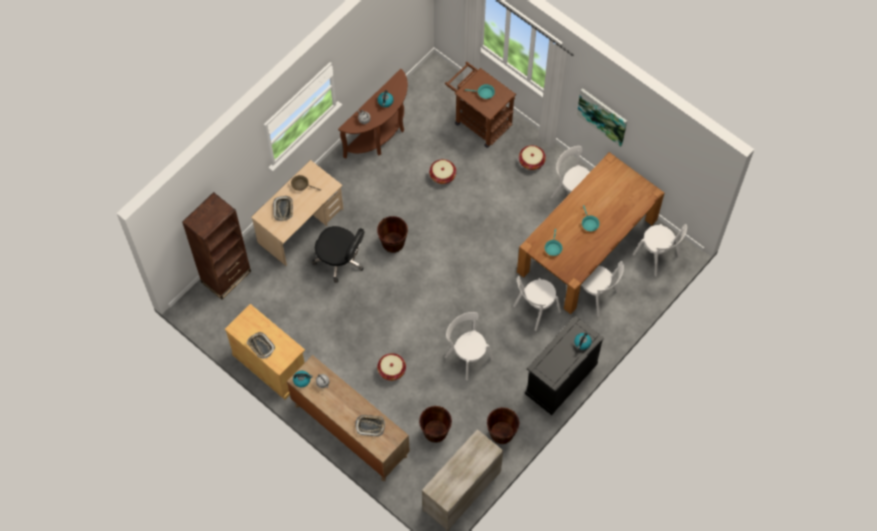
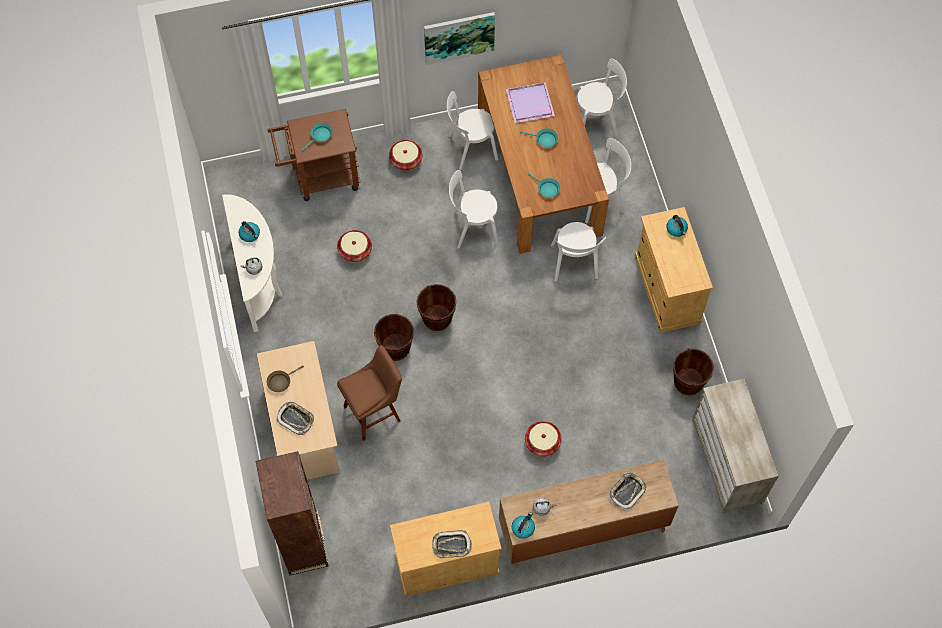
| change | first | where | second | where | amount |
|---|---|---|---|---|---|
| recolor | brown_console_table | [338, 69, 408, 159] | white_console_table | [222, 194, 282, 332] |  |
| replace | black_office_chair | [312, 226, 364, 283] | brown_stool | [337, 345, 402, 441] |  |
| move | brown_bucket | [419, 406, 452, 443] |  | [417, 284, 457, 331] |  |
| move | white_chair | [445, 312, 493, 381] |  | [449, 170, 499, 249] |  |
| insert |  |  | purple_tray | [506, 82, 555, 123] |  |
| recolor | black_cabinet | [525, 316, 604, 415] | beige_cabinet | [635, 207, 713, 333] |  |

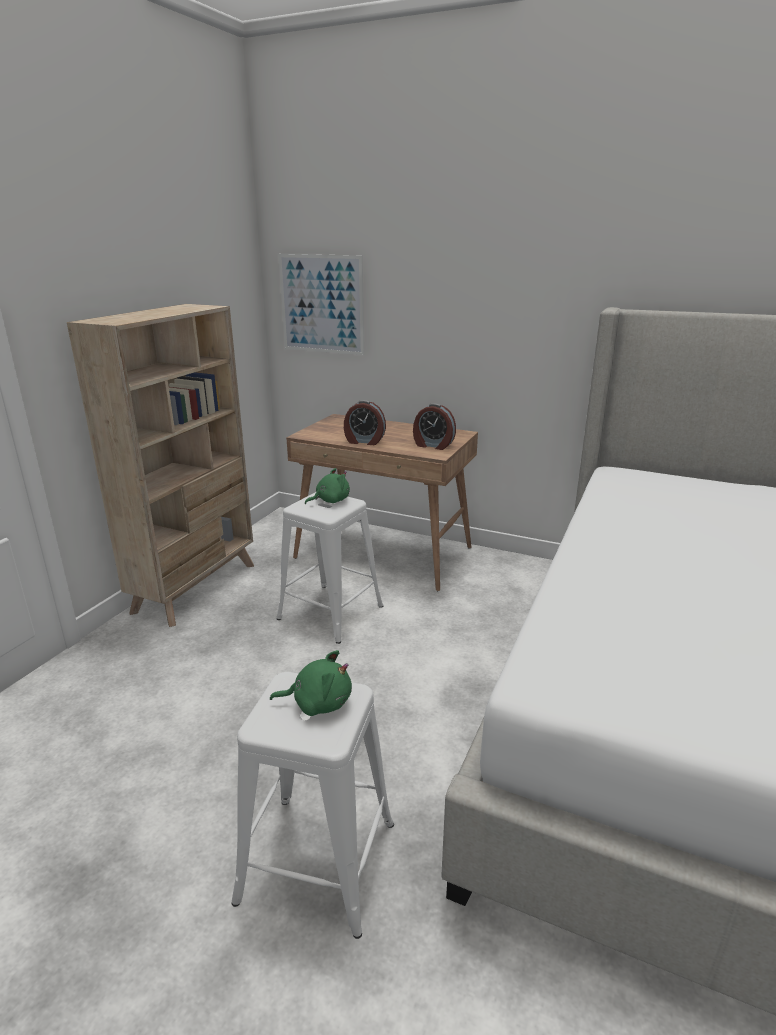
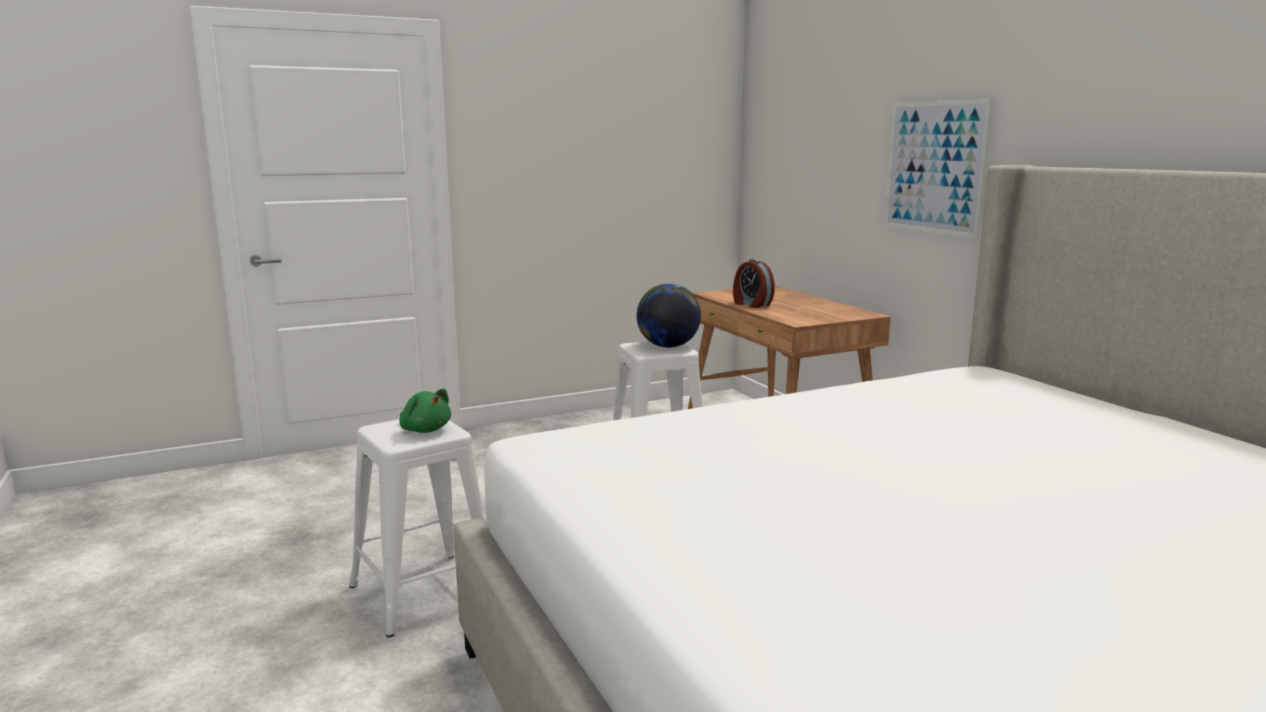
| change | first | where | second | where | amount |
|---|---|---|---|---|---|
| replace | green_plush_toy | [305, 468, 350, 504] | globe | [637, 284, 701, 348] |  |
| move | picture | [278, 254, 364, 355] |  | [884, 98, 993, 238] |  |
| delete | beige_bookcase | [67, 304, 254, 627] |  |  |  |
| delete | alarm_clock | [413, 404, 456, 450] |  |  |  |

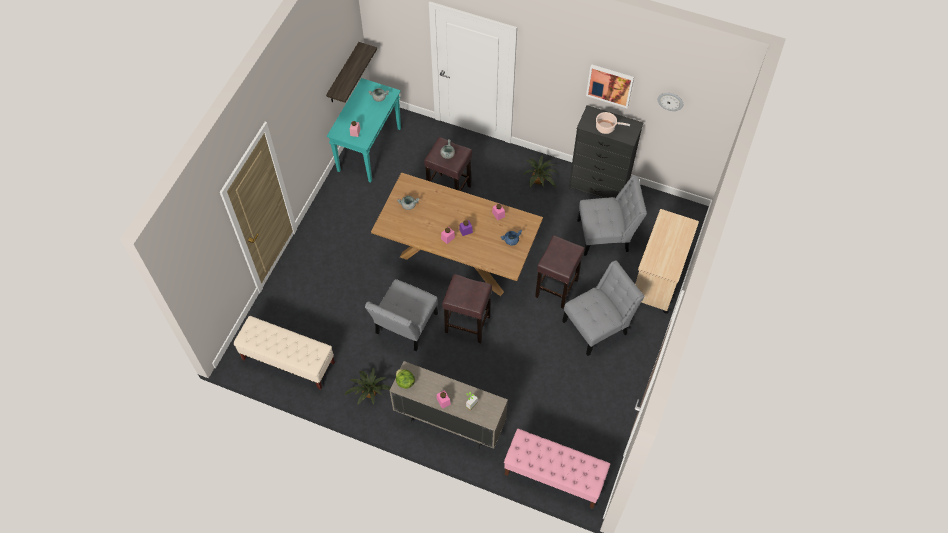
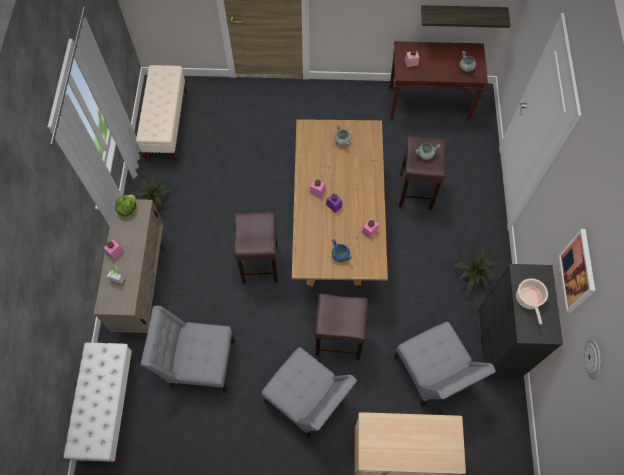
| change | first | where | second | where | amount |
|---|---|---|---|---|---|
| recolor | pink_bench | [504, 429, 610, 509] | white_bench | [63, 343, 136, 464] |  |
| move | grey_chair | [365, 279, 438, 352] |  | [141, 306, 235, 393] |  |
| recolor | turquoise_console_table | [327, 78, 401, 183] | brown_console_table | [390, 41, 488, 121] |  |

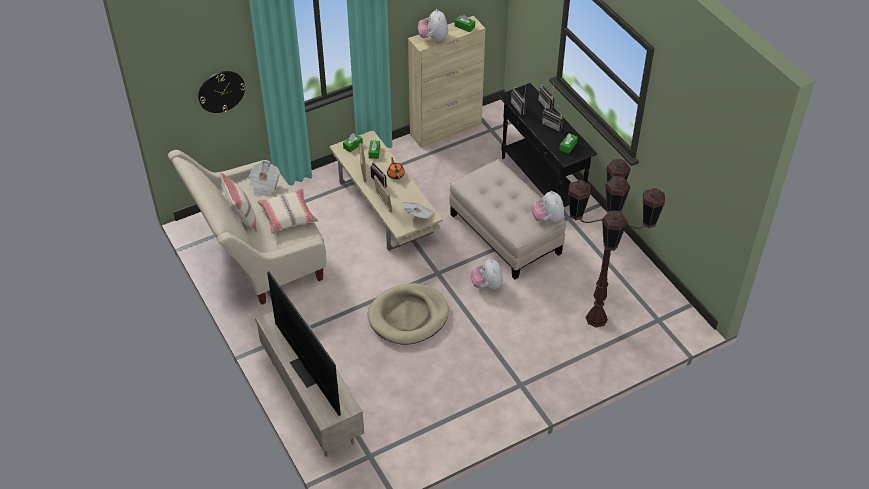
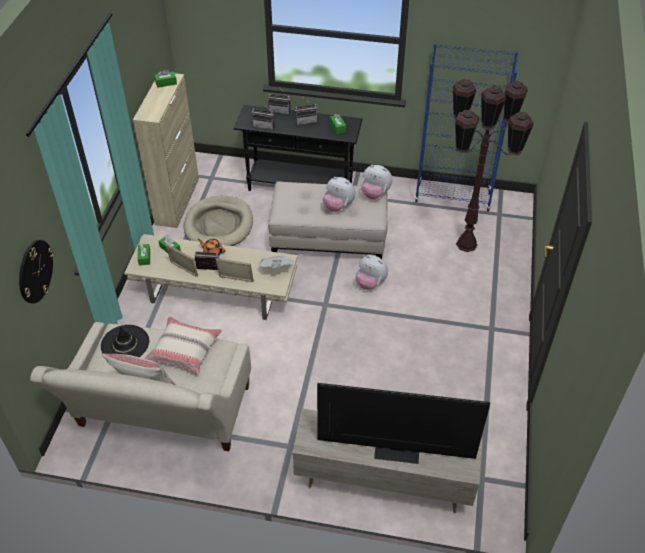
| change | first | where | second | where | amount |
|---|---|---|---|---|---|
| replace | newspaper | [248, 160, 280, 197] | black_hat | [101, 325, 149, 357] |  |
| move | beige_dog_bed | [368, 283, 449, 344] |  | [184, 196, 253, 246] |  |
| move | plush_toy | [418, 9, 448, 41] |  | [323, 177, 355, 212] |  |
| insert |  |  | blue_bookcase | [414, 43, 518, 212] |  |

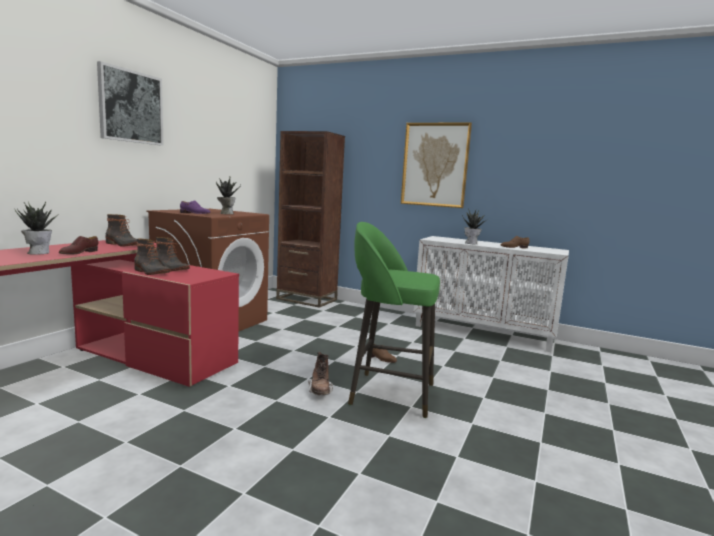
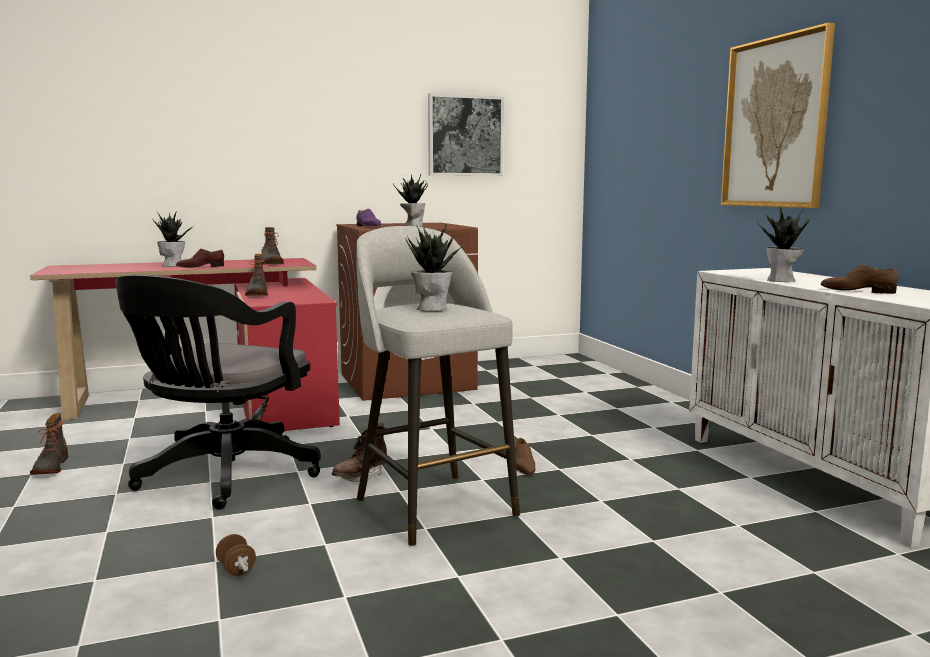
| change | first | where | second | where | amount |
|---|---|---|---|---|---|
| move | boot | [155, 237, 190, 271] |  | [30, 413, 68, 475] |  |
| insert |  |  | black_office_chair | [115, 275, 321, 510] |  |
| insert |  |  | brown_dumbbell | [216, 534, 256, 576] |  |
| recolor | green_stool | [348, 222, 440, 418] | grey_stool | [356, 226, 520, 546] |  |
| insert |  |  | potted_plant | [405, 224, 463, 311] |  |
| move | picture | [97, 61, 164, 146] |  | [428, 93, 504, 176] |  |
| delete | brown_bookcase | [276, 131, 345, 308] |  |  |  |

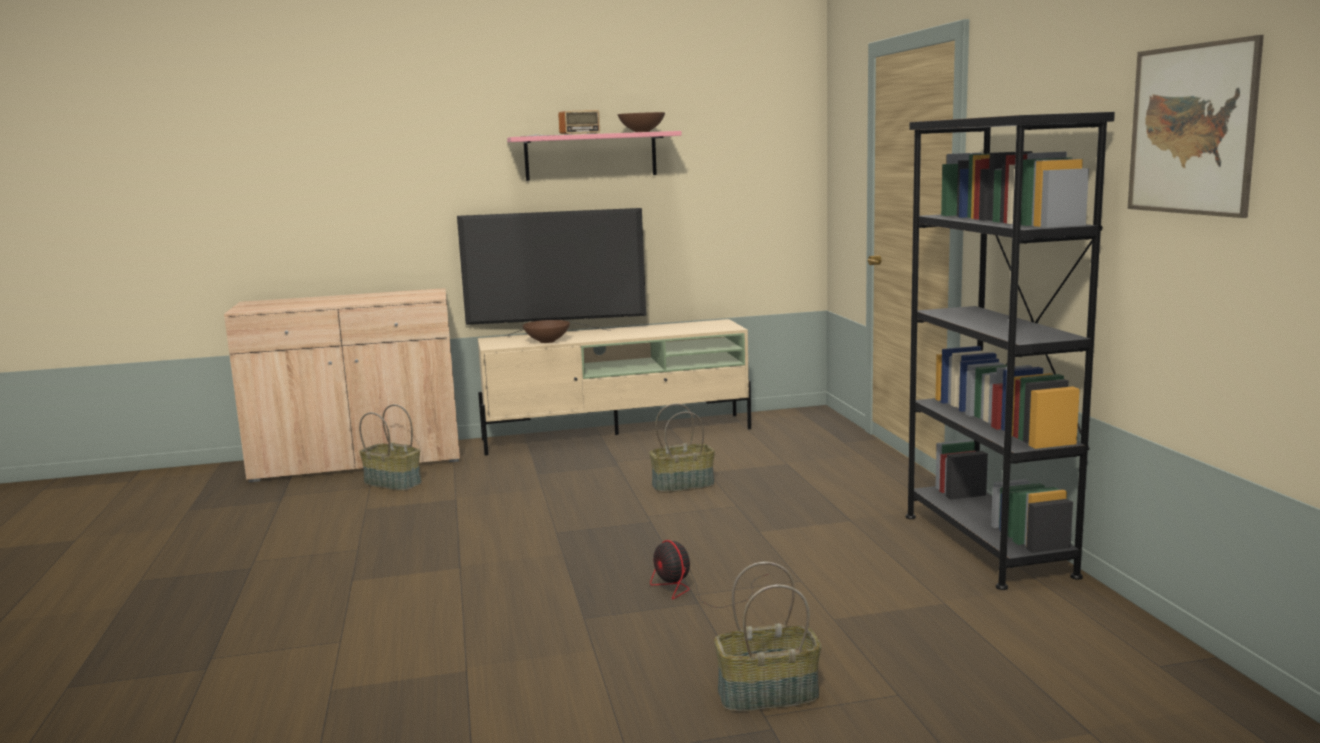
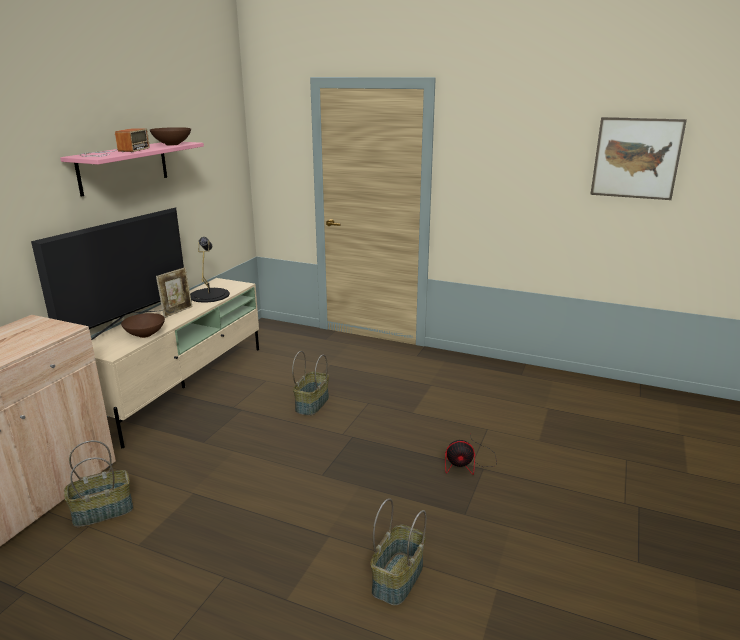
| change | first | where | second | where | amount |
|---|---|---|---|---|---|
| insert |  |  | picture_frame | [156, 267, 192, 318] |  |
| insert |  |  | black_table_lamp | [190, 237, 230, 303] |  |
| move | basket | [714, 562, 821, 712] |  | [370, 498, 427, 606] |  |
| delete | black_bookcase | [906, 112, 1115, 590] |  |  |  |

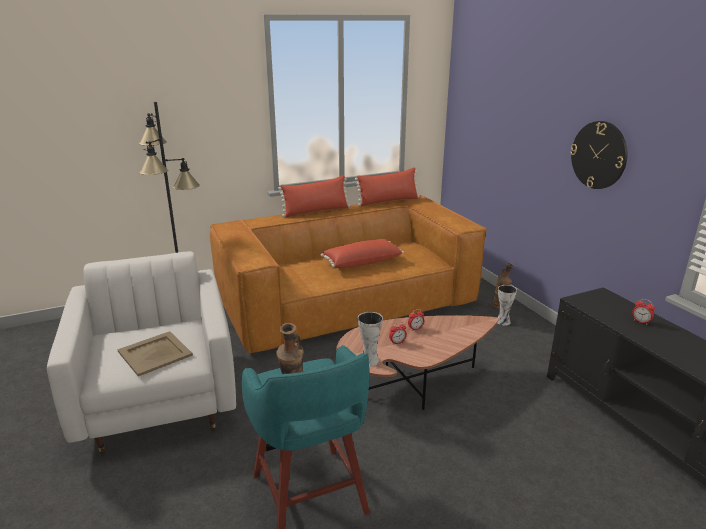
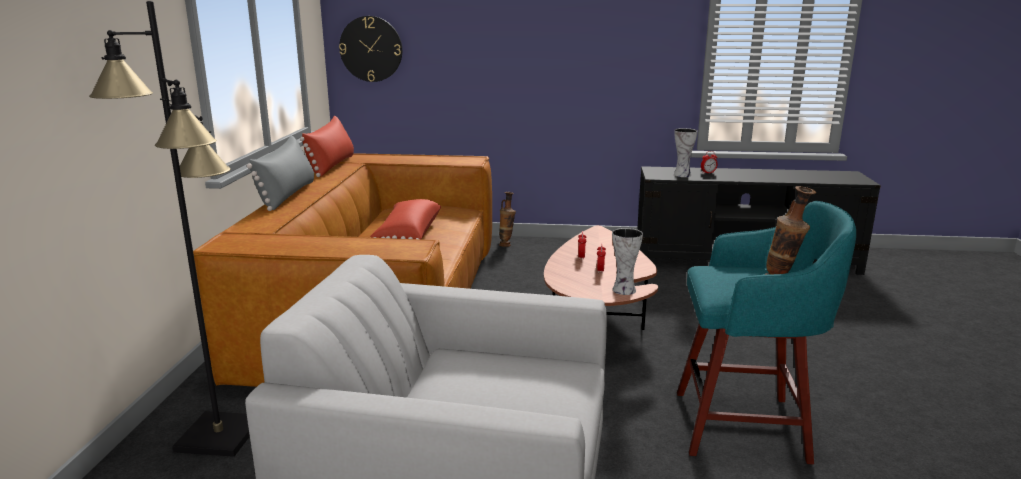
| change | first | where | second | where | amount |
|---|---|---|---|---|---|
| recolor | red_pillow | [278, 175, 350, 217] | grey_pillow | [247, 135, 314, 211] |  |
| move | wall_clock | [570, 121, 627, 189] |  | [339, 16, 402, 82] |  |
| move | vase | [498, 285, 517, 325] |  | [673, 128, 698, 177] |  |
| delete | beige_tray | [117, 331, 193, 377] |  |  |  |

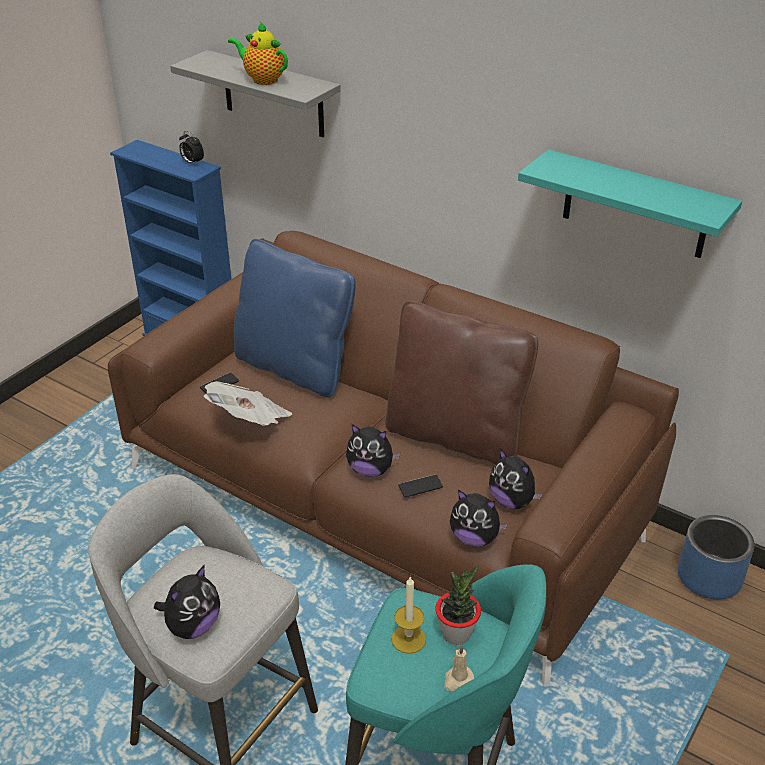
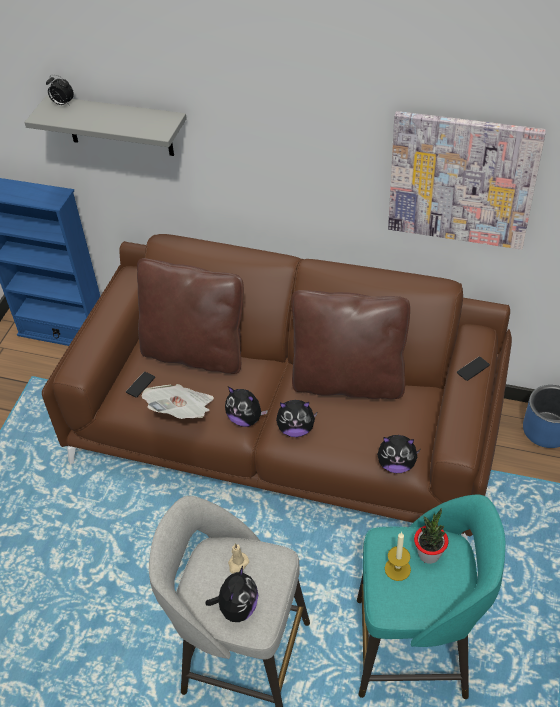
| change | first | where | second | where | amount |
|---|---|---|---|---|---|
| move | alarm_clock | [179, 131, 204, 165] |  | [46, 75, 74, 106] |  |
| recolor | blue_pillow | [234, 239, 356, 397] | brown_pillow | [137, 258, 244, 374] |  |
| move | plush_toy | [489, 449, 543, 509] |  | [225, 387, 268, 427] |  |
| move | beige_candle | [444, 645, 474, 691] |  | [228, 543, 249, 573] |  |
| replace | turquoise_shelf | [518, 150, 742, 258] | picture | [388, 111, 546, 250] |  |
| move | phone | [398, 475, 443, 497] |  | [457, 356, 490, 381] |  |
| delete | teapot | [228, 21, 288, 85] |  |  |  |

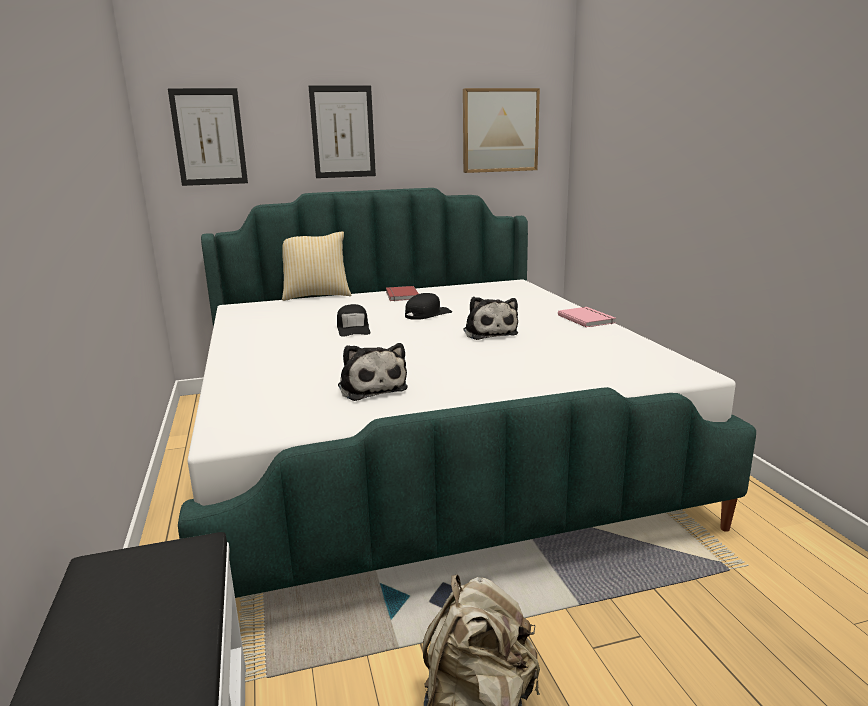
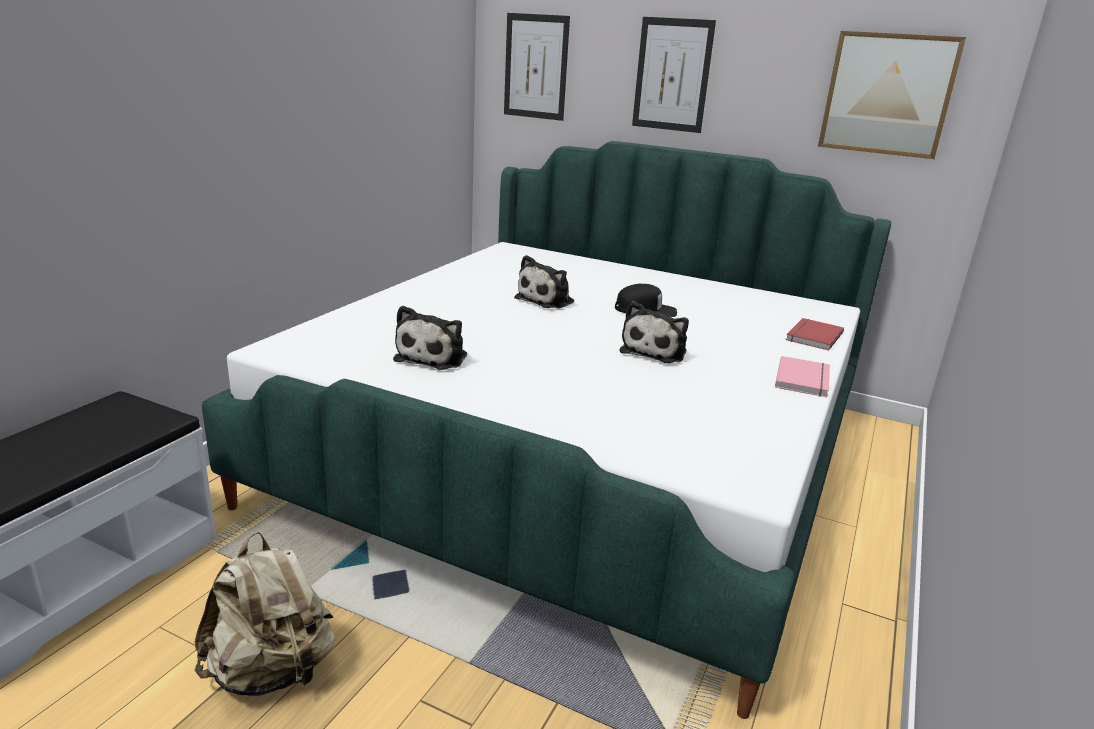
| change | first | where | second | where | amount |
|---|---|---|---|---|---|
| replace | black_cap | [337, 304, 371, 337] | plush_toy | [514, 255, 574, 309] |  |
| move | red_book | [386, 286, 419, 301] |  | [786, 318, 844, 351] |  |
| delete | pillow | [282, 231, 352, 301] |  |  |  |

